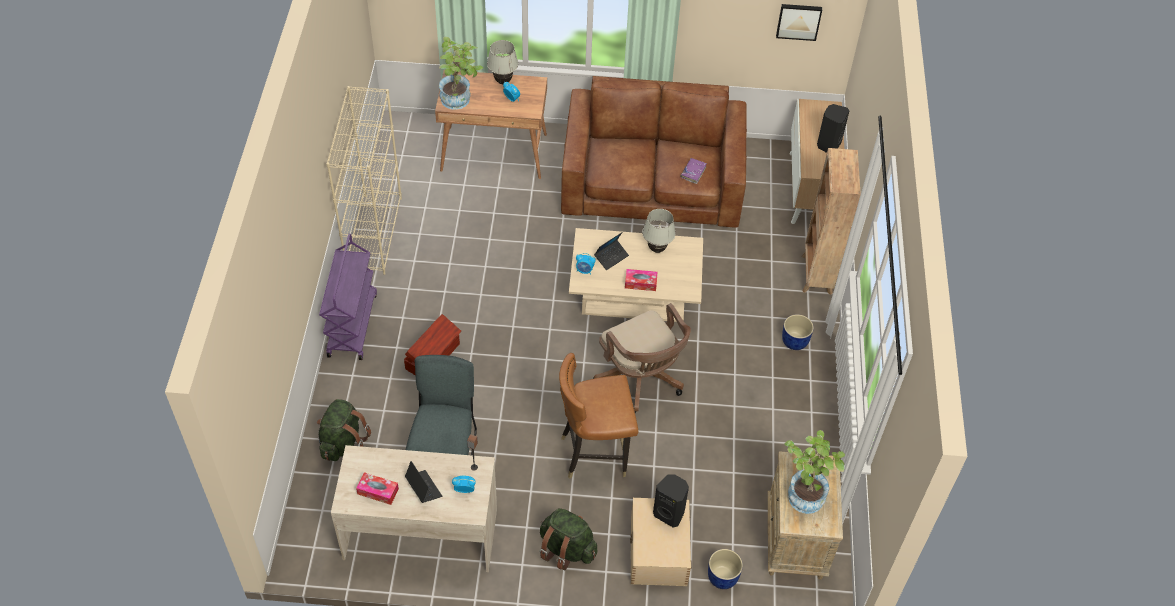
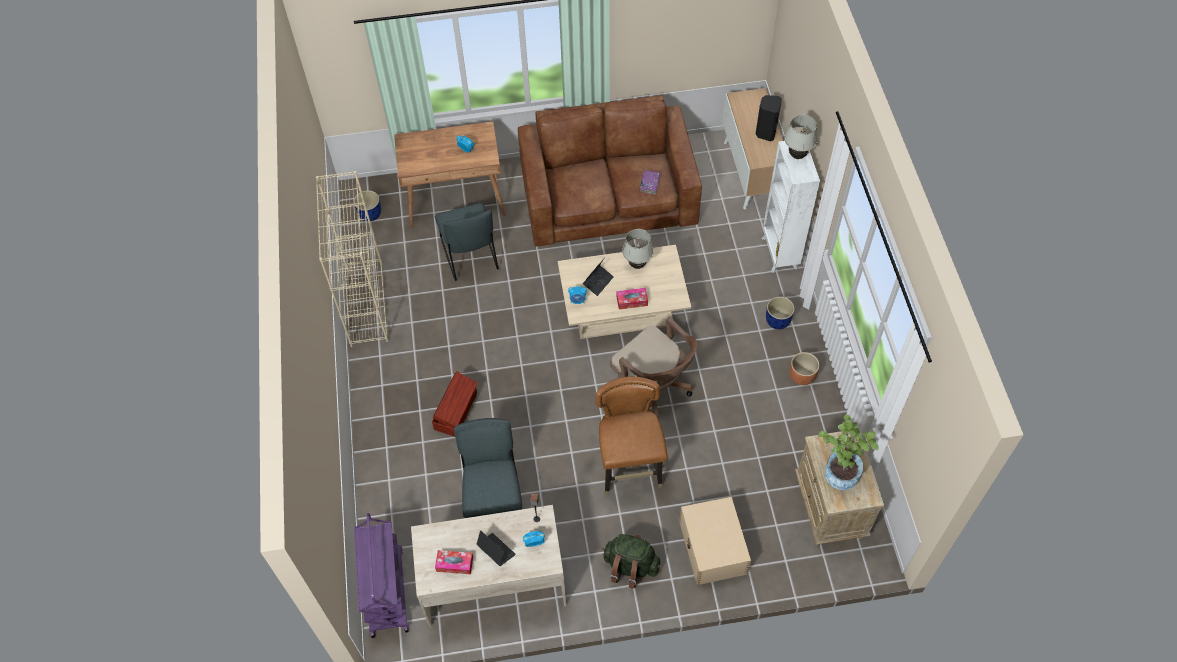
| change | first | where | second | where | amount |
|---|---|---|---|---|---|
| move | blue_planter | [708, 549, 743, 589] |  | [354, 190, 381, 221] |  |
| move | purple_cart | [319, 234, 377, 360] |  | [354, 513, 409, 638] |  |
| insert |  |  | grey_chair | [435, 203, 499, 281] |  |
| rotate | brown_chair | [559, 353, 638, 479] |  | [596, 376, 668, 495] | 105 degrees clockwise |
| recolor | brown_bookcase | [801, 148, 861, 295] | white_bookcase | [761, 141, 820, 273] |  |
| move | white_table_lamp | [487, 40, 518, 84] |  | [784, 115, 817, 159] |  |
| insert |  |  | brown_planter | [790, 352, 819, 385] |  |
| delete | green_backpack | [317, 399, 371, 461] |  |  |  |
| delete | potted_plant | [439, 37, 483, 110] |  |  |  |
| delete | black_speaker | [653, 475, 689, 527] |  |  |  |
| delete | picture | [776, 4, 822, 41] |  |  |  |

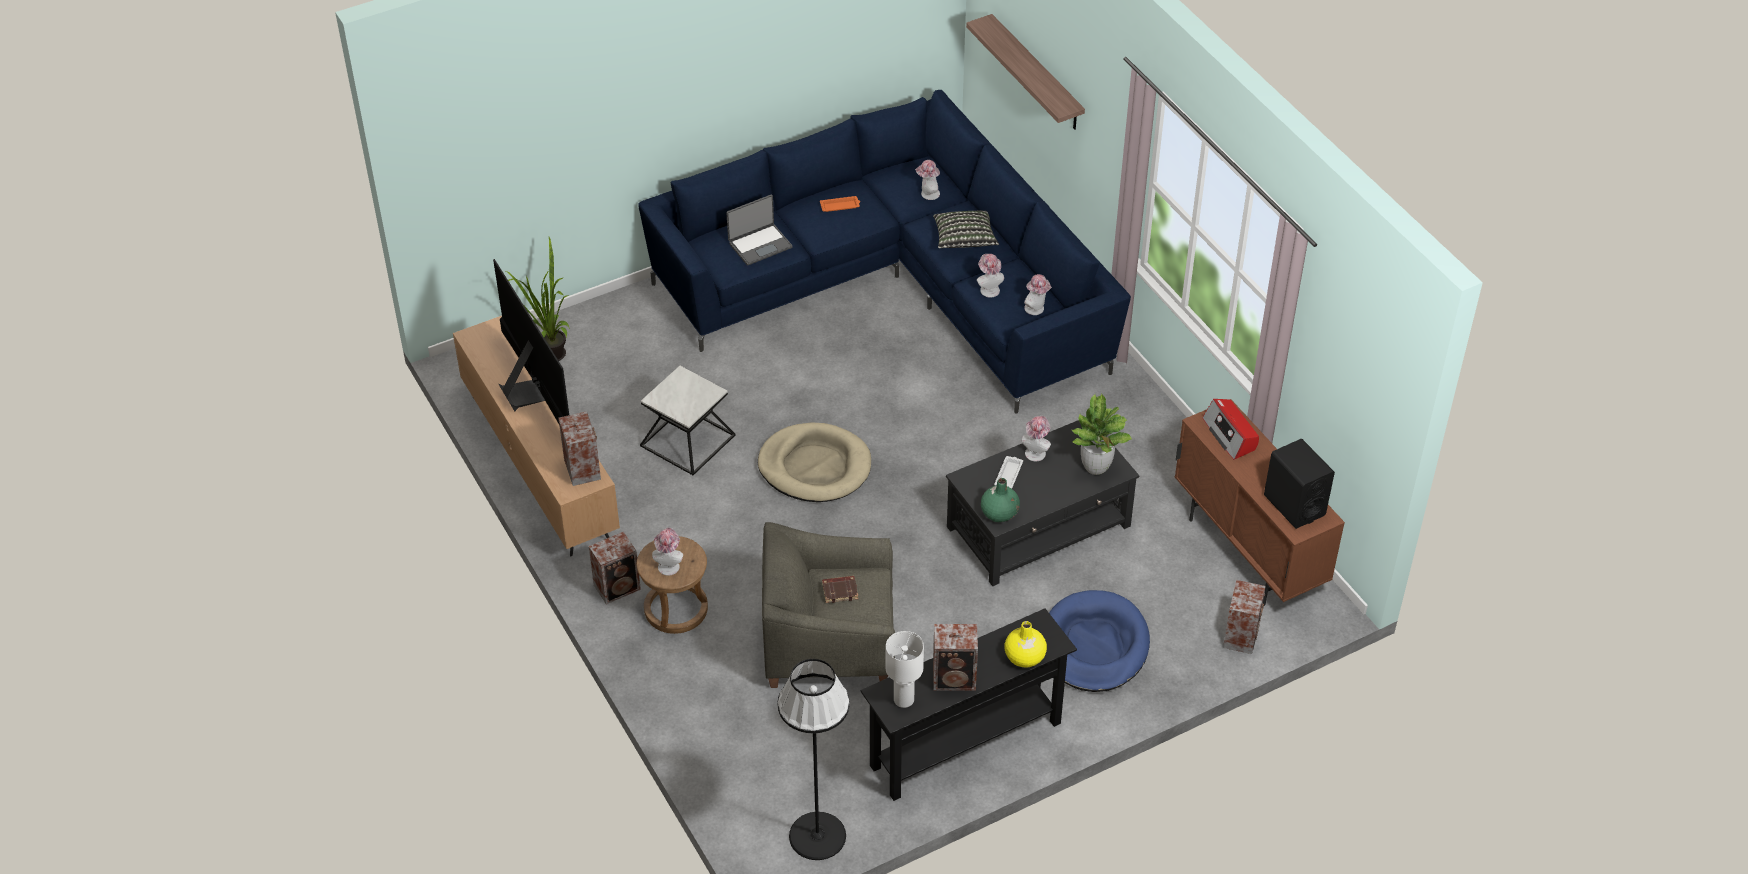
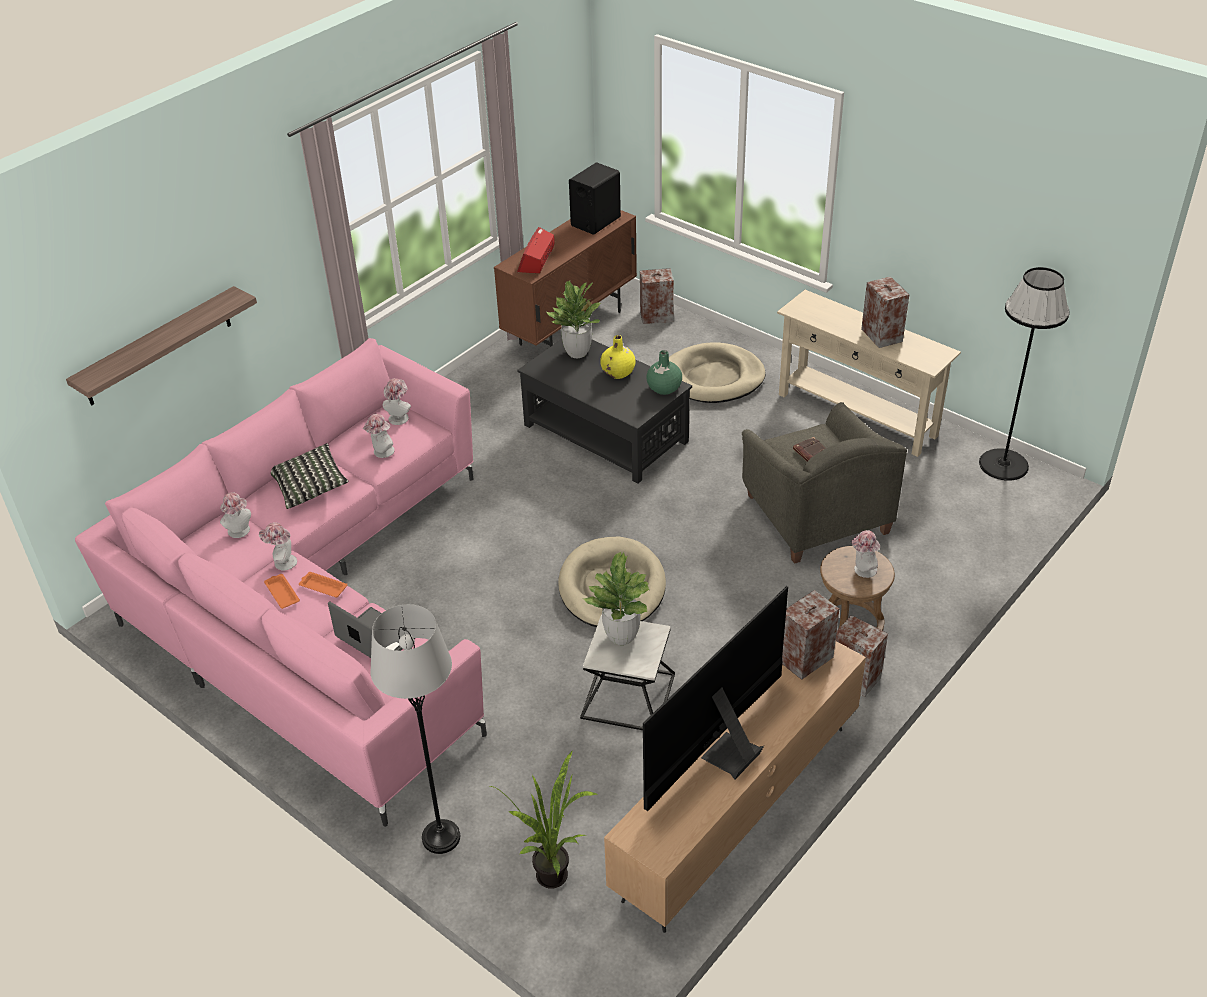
| change | first | where | second | where | amount |
|---|---|---|---|---|---|
| recolor | blue_sofa | [638, 90, 1131, 414] | pink_sofa | [75, 338, 487, 827] |  |
| move | hat | [1022, 416, 1051, 461] |  | [259, 522, 297, 570] |  |
| insert |  |  | orange_tray | [299, 572, 347, 597] |  |
| insert |  |  | grey_floor_lamp | [370, 604, 461, 854] |  |
| rotate | radio | [1202, 399, 1259, 460] |  | [517, 227, 555, 273] | 150 degrees clockwise |
| insert |  |  | potted_plant | [583, 552, 649, 645] |  |
| move | yellow_vase | [1004, 621, 1047, 668] |  | [600, 335, 636, 379] |  |
| recolor | blue_dog_bed | [1049, 590, 1150, 692] | beige_dog_bed | [669, 342, 766, 403] |  |
| recolor | black_console_table | [861, 608, 1077, 801] | beige_console_table | [777, 290, 961, 457] |  |
| delete | white_table_lamp | [886, 631, 924, 708] |  |  |  |
| delete | white_tray | [994, 456, 1023, 488] |  |  |  |

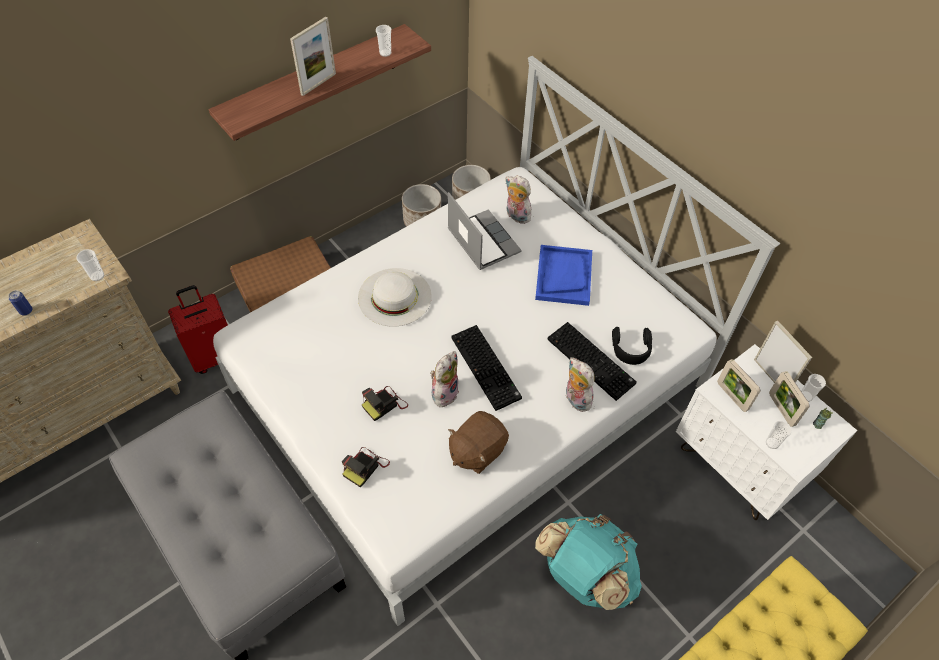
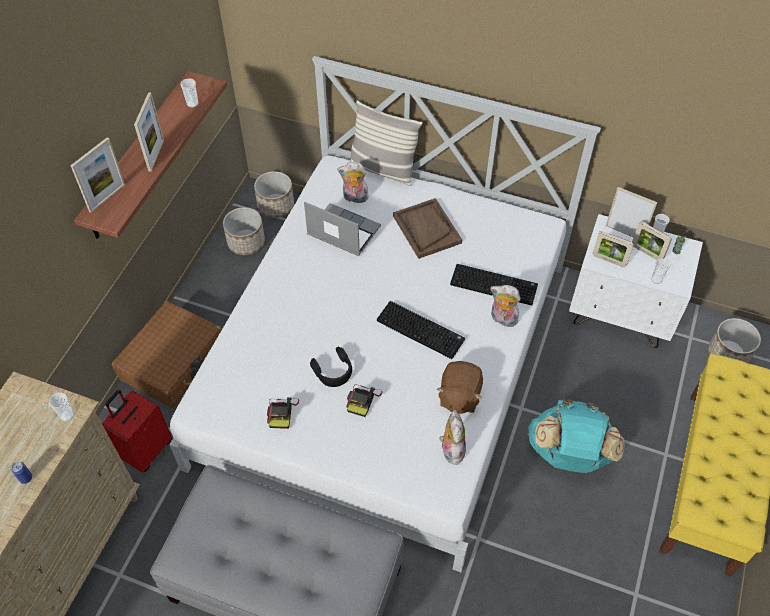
| change | first | where | second | where | amount |
|---|---|---|---|---|---|
| insert |  |  | picture_frame | [70, 137, 125, 213] |  |
| move | photo_camera | [342, 447, 390, 488] |  | [267, 397, 299, 429] |  |
| move | black_headphones | [612, 327, 652, 365] |  | [310, 347, 352, 387] |  |
| insert |  |  | pillow | [347, 100, 423, 186] |  |
| recolor | blue_tray | [535, 245, 592, 306] | brown_tray | [393, 198, 462, 259] |  |
| move | plush_toy | [430, 351, 459, 407] |  | [440, 410, 466, 465] |  |
| insert |  |  | planter | [708, 318, 761, 363] |  |
| delete | white_hat | [358, 268, 432, 327] |  |  |  |

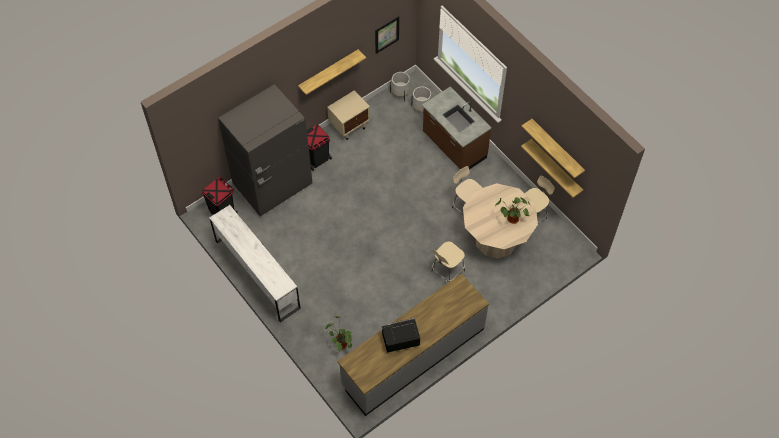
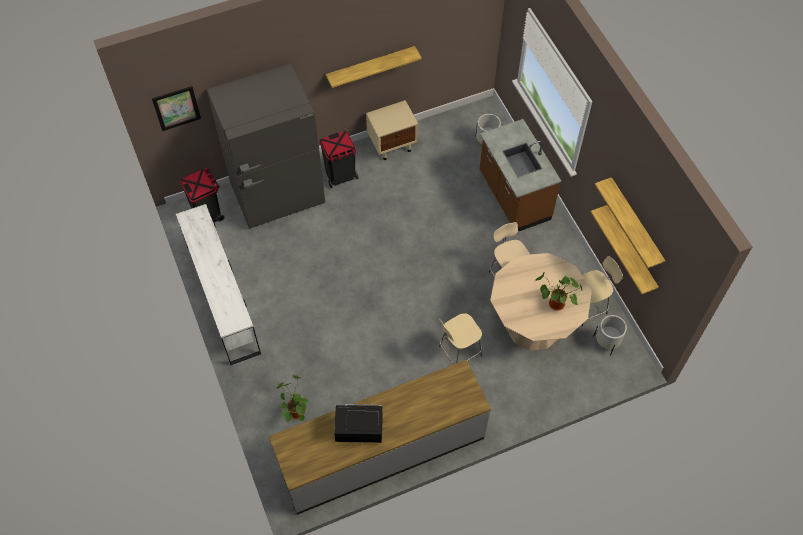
| change | first | where | second | where | amount |
|---|---|---|---|---|---|
| move | picture | [375, 16, 399, 54] |  | [152, 86, 201, 131] |  |
| move | white_planter | [390, 72, 410, 101] |  | [593, 315, 627, 356] |  |

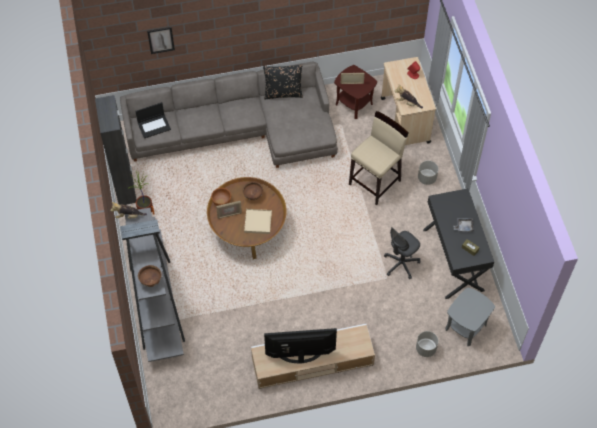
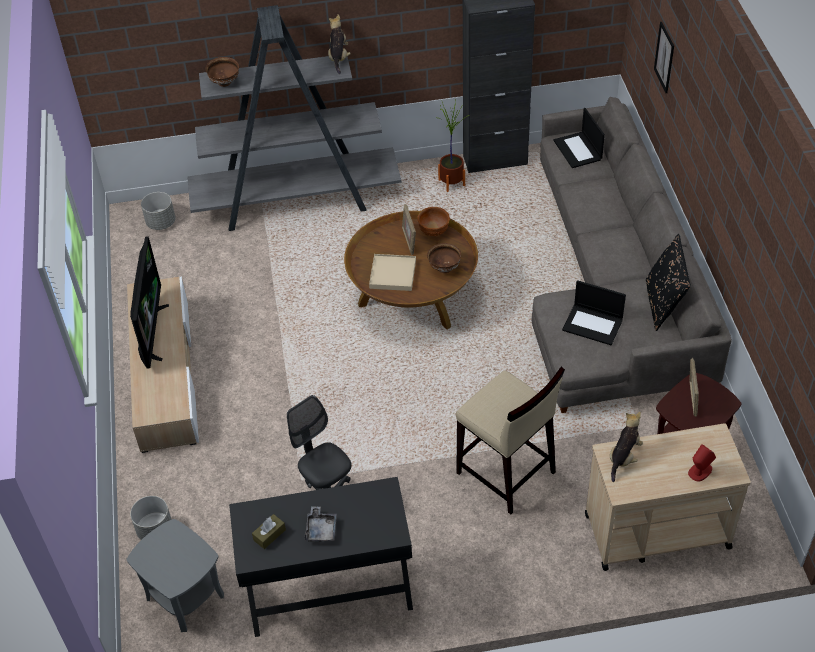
| change | first | where | second | where | amount |
|---|---|---|---|---|---|
| move | grey_planter | [418, 161, 438, 185] |  | [141, 192, 175, 230] |  |
| insert |  |  | laptop | [562, 280, 626, 345] |  |

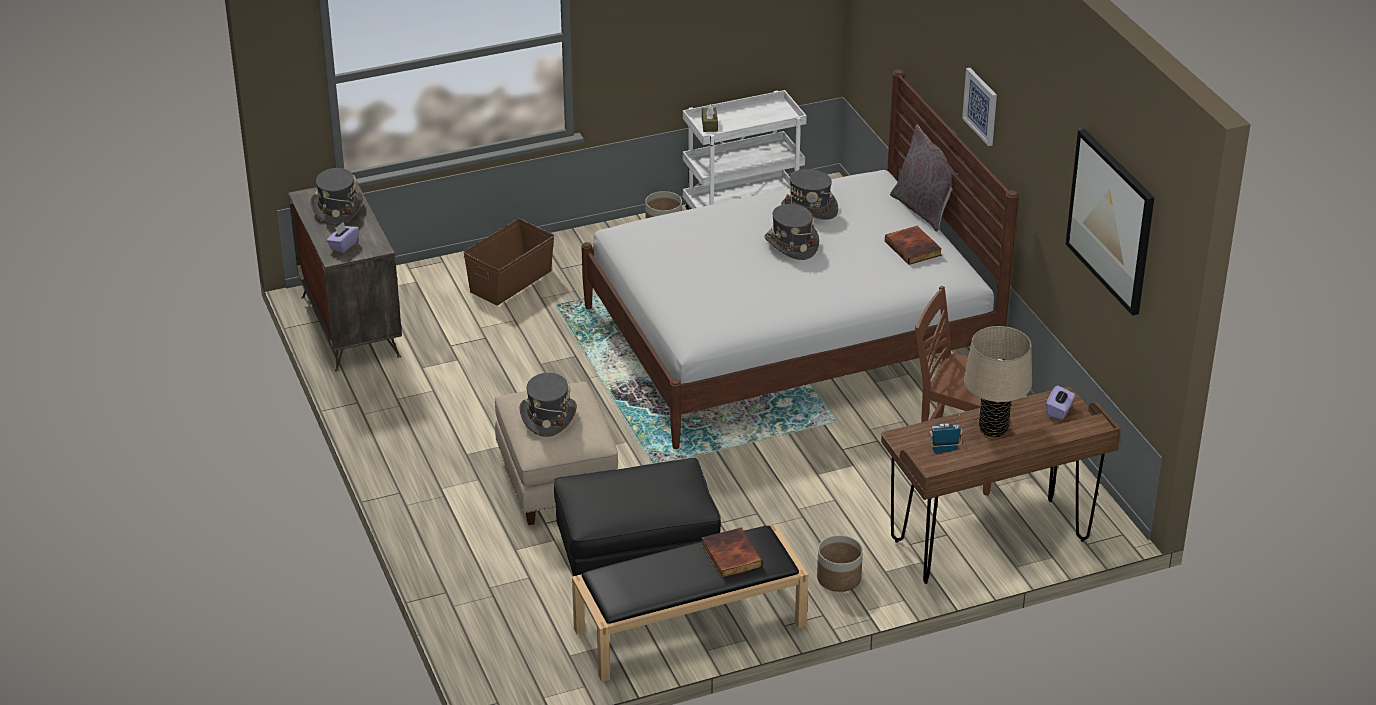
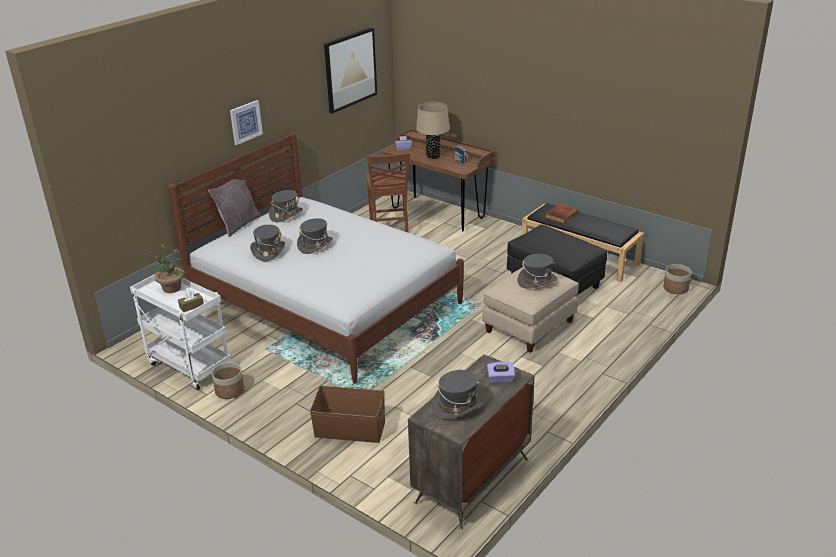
| change | first | where | second | where | amount |
|---|---|---|---|---|---|
| insert |  |  | potted_plant | [148, 243, 187, 293] |  |
| replace | book | [885, 226, 942, 265] | grey_hat | [269, 190, 303, 222] |  |
| move | planter | [817, 535, 863, 592] |  | [663, 264, 692, 294] |  |

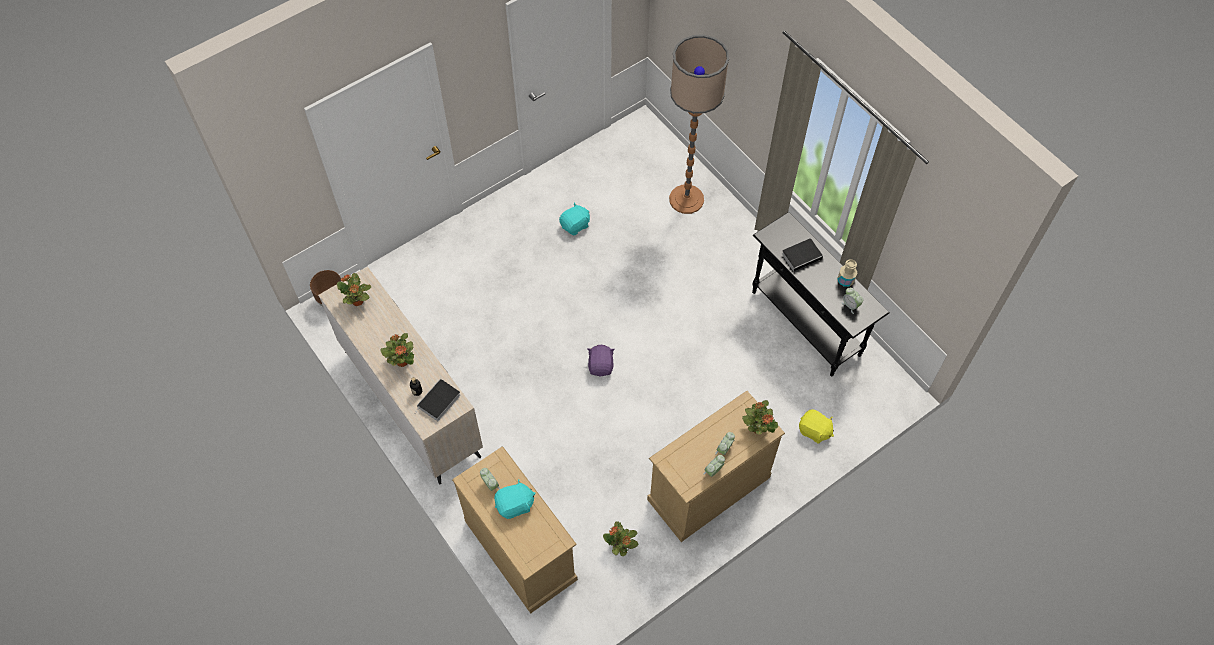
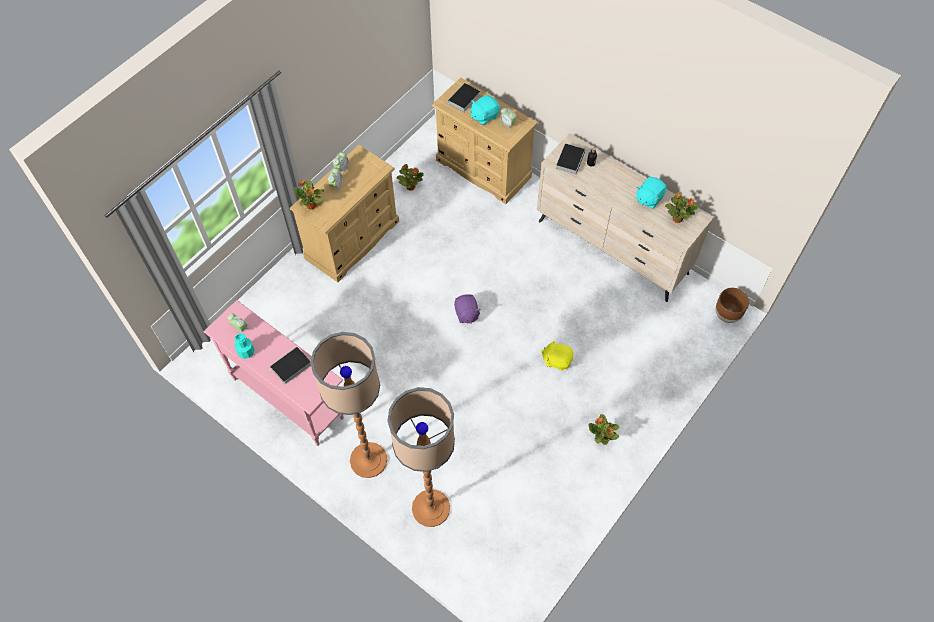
| change | first | where | second | where | amount |
|---|---|---|---|---|---|
| recolor | black_console_table | [752, 212, 890, 376] | pink_console_table | [203, 300, 344, 446] |  |
| recolor | beige_bottle | [837, 259, 858, 287] | turquoise_bottle | [234, 333, 255, 359] |  |
| insert |  |  | floor_lamp | [311, 332, 387, 478] |  |
| insert |  |  | book | [446, 83, 480, 112] |  |
| move | yellow_plush_toy | [799, 410, 834, 444] |  | [541, 340, 574, 371] |  |
| move | potted_plant | [380, 333, 414, 367] |  | [588, 414, 620, 445] |  |
| move | turquoise_plush_toy | [559, 203, 590, 235] |  | [636, 177, 667, 209] |  |

